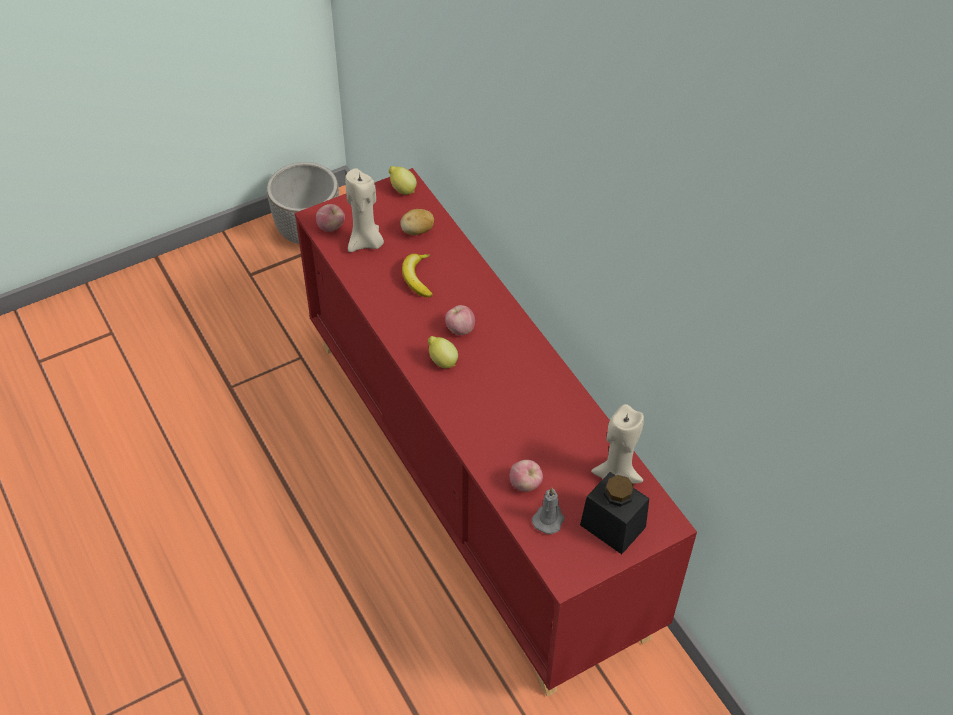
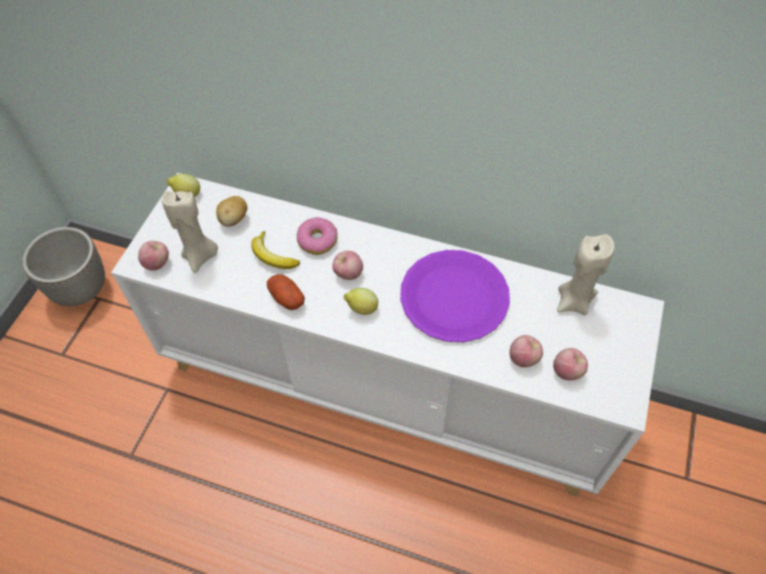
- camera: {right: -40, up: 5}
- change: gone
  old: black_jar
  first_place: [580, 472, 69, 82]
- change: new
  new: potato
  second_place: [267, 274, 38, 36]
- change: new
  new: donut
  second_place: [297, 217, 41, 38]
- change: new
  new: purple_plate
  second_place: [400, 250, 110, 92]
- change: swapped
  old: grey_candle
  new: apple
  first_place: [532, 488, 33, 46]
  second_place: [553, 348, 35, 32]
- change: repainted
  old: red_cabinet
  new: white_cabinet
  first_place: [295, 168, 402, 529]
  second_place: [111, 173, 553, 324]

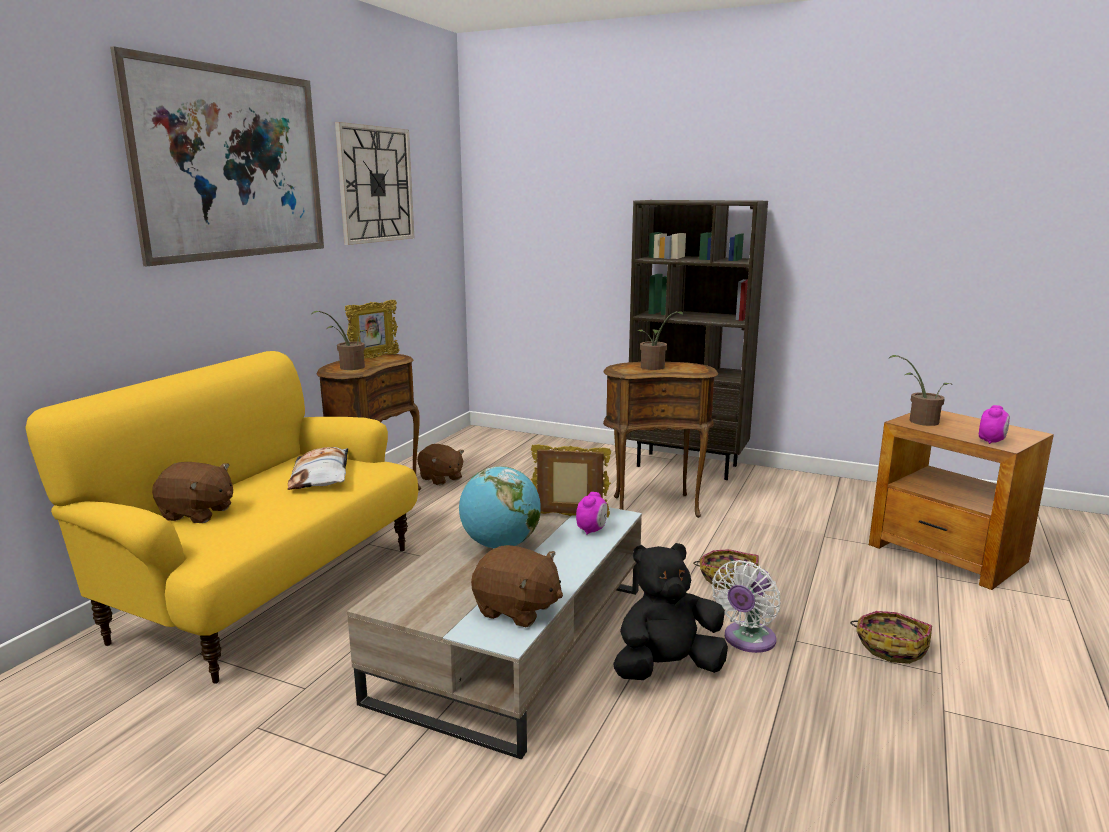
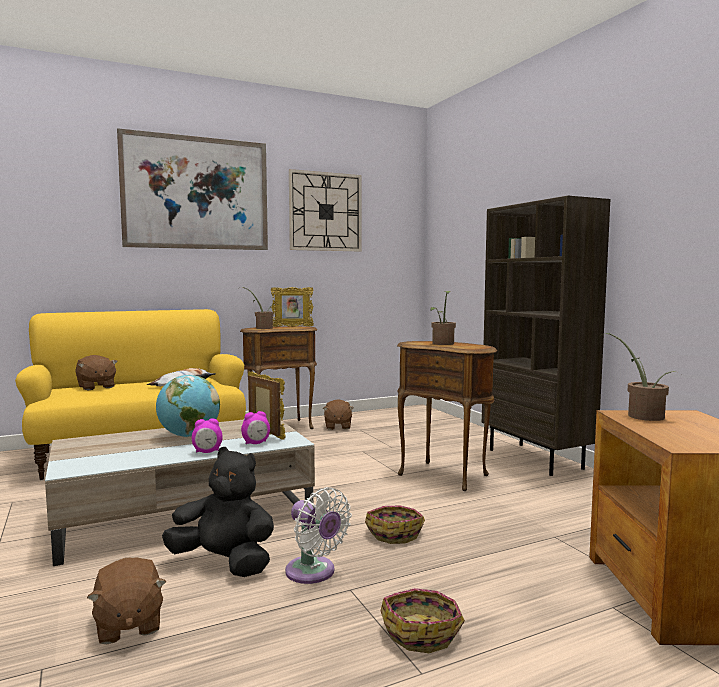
- camera: {right: 40, up: -10}
- change: shifted
  old: brown_plush_toy
  first_place: [471, 545, 92, 82]
  second_place: [87, 557, 79, 87]
- change: shifted
  old: alarm_clock
  first_place: [979, 405, 31, 39]
  second_place: [192, 418, 31, 35]
- change: rotated
  old: white_fan
  first_place: [712, 560, 69, 93]
  second_place: [285, 487, 67, 97]
  degrees: -120

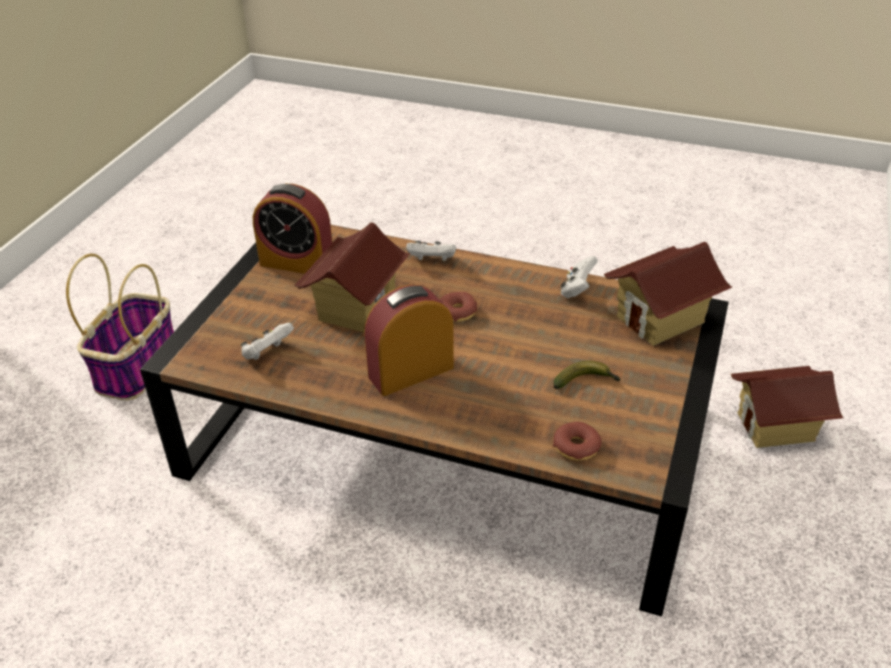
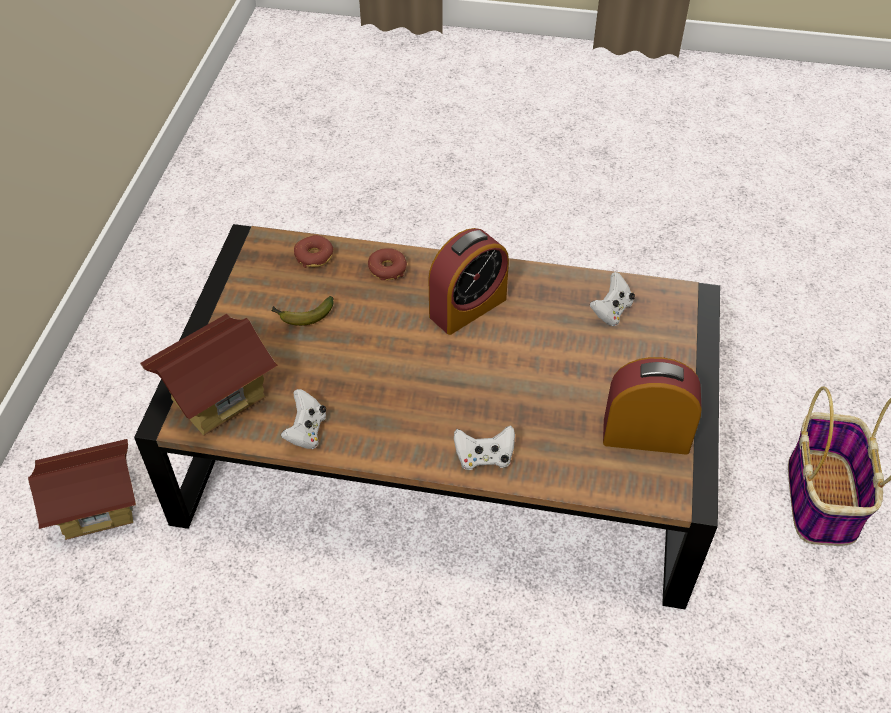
- camera: {right: 170, up: 10}
- change: gone
  old: toy_house
  first_place: [294, 222, 116, 110]
- change: shifted
  old: donut
  first_place: [440, 292, 37, 30]
  second_place: [368, 248, 39, 32]

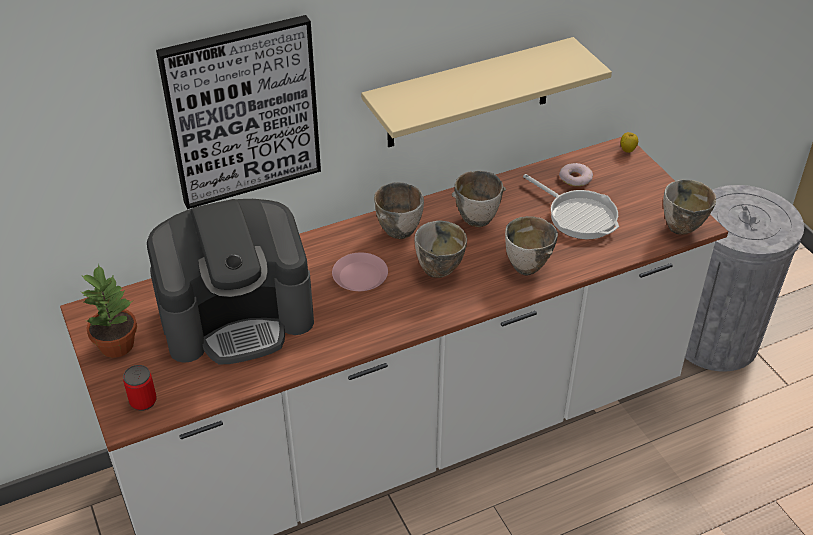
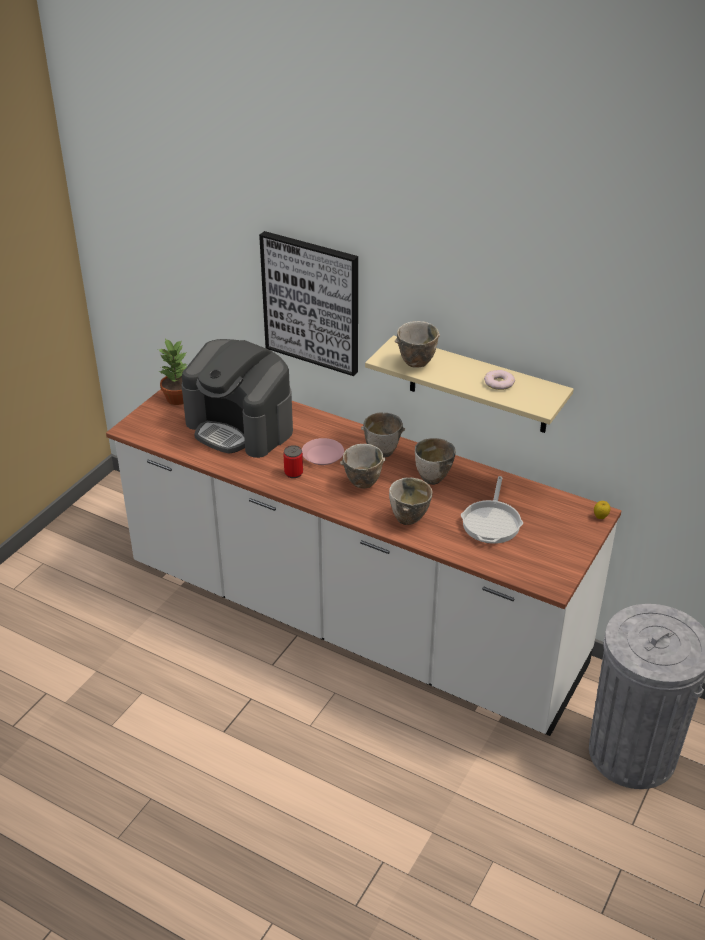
- camera: {right: 55, up: -5}
- change: shifted
  old: can
  first_place: [123, 365, 34, 46]
  second_place: [284, 445, 19, 33]
- change: shifted
  old: donut
  first_place: [559, 163, 34, 23]
  second_place: [484, 370, 31, 20]
- change: shifted
  old: bowl
  first_place: [663, 179, 53, 55]
  second_place: [395, 321, 45, 47]

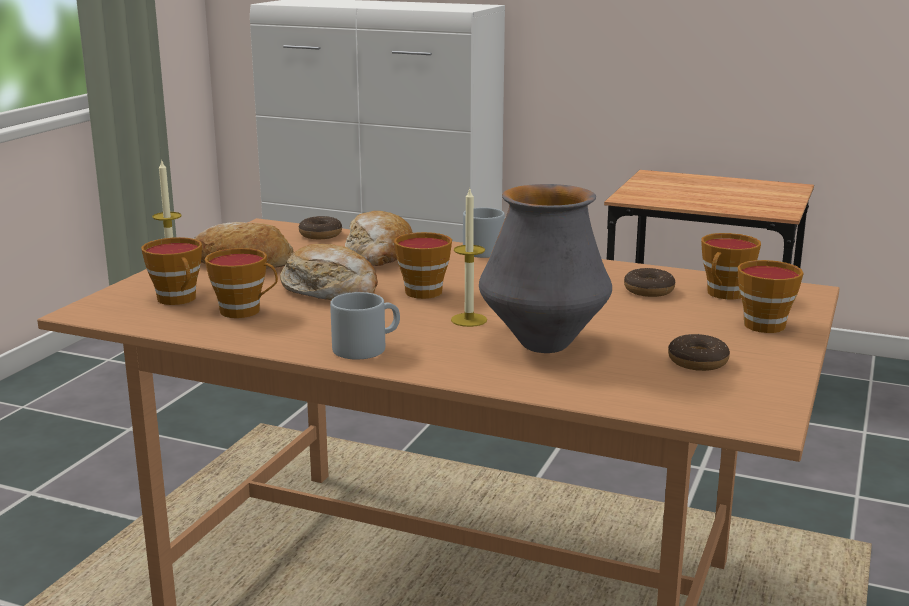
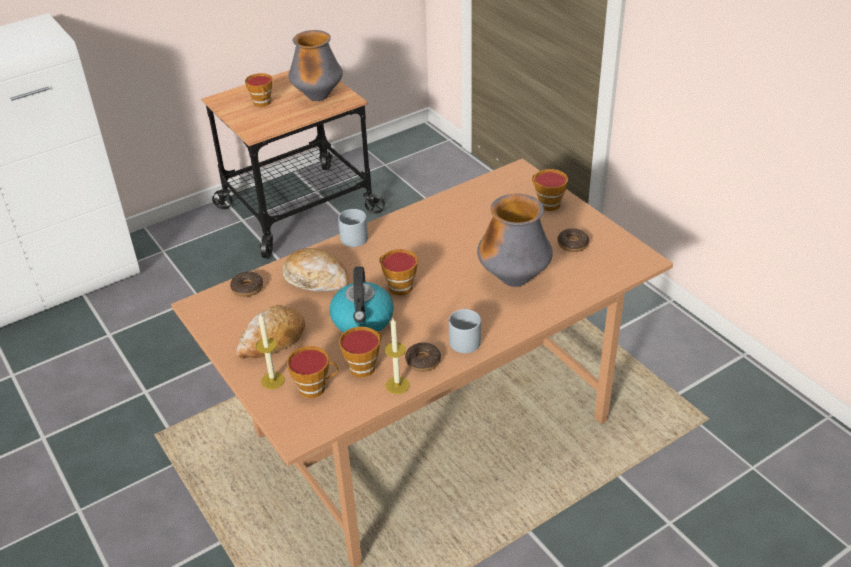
- camera: {right: -55, up: 20}
- change: new
  new: vase
  second_place: [288, 30, 55, 71]
- change: shifted
  old: candle
  first_place: [451, 187, 36, 140]
  second_place: [385, 318, 25, 76]
- change: shifted
  old: donut
  first_place: [624, 268, 51, 29]
  second_place: [405, 342, 36, 30]
- change: shifted
  old: cup
  first_place: [701, 233, 60, 66]
  second_place: [245, 73, 27, 34]
- change: swapped
  old: bread
  new: kettle
  first_place: [280, 244, 98, 56]
  second_place: [329, 266, 65, 66]

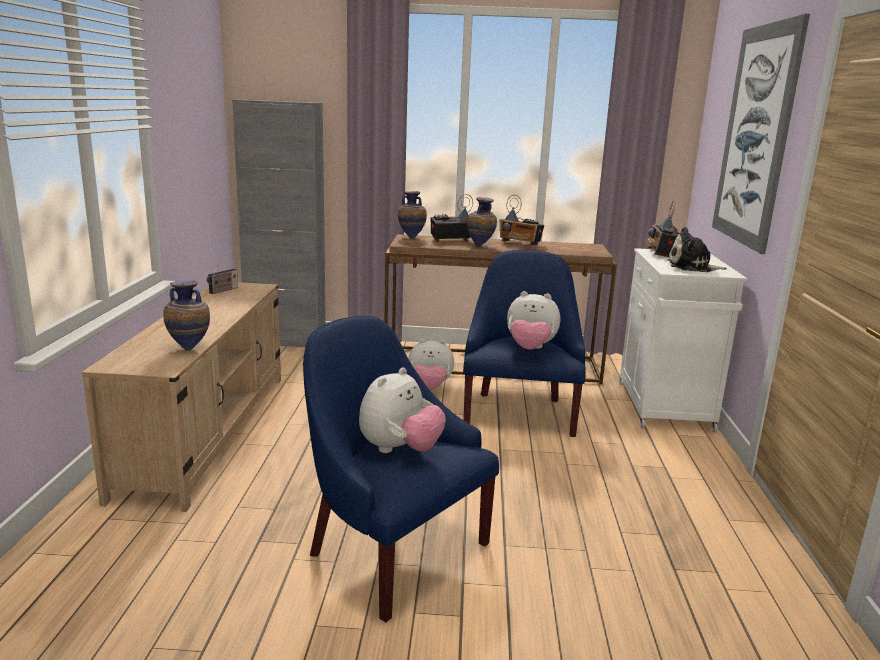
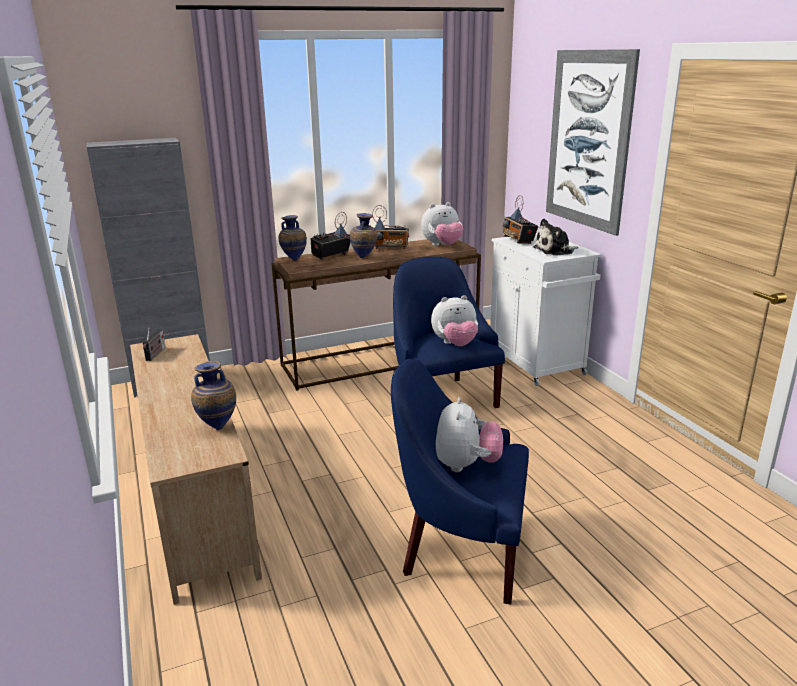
- camera: {right: -25, up: 5}
- change: shifted
  old: plush_toy
  first_place: [409, 339, 45, 51]
  second_place: [421, 202, 42, 44]

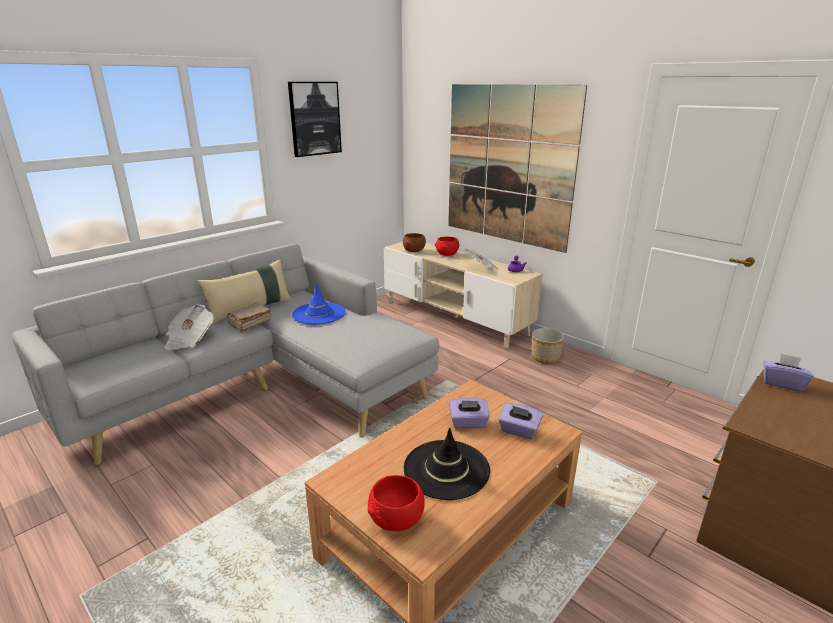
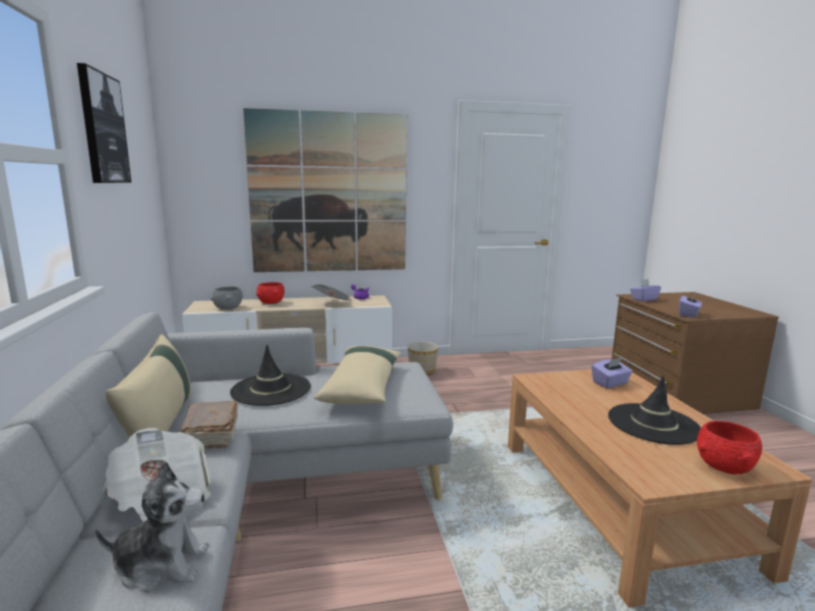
- camera: {right: -55, up: -10}
- change: new
  new: plush_toy
  second_place: [95, 461, 115, 131]
- change: new
  new: beige_pillow
  second_place: [314, 346, 87, 58]
- change: shifted
  old: purple_tissue_box
  first_place: [449, 398, 41, 31]
  second_place: [679, 292, 23, 26]
- change: repainted
  old: blue_hat
  new: black_hat
  first_place: [292, 283, 54, 42]
  second_place: [230, 345, 81, 61]
- change: repainted
  old: brown_bowl
  new: grey_bowl
  first_place: [402, 233, 24, 19]
  second_place: [211, 287, 32, 23]

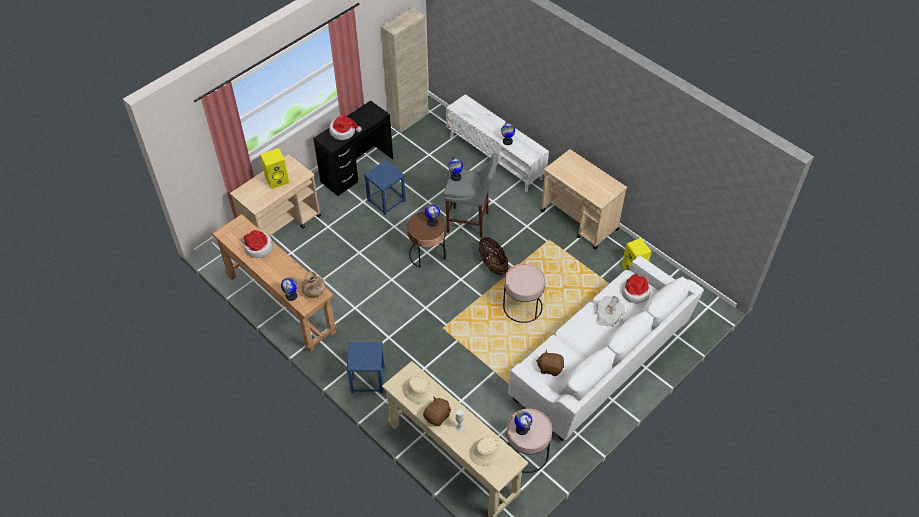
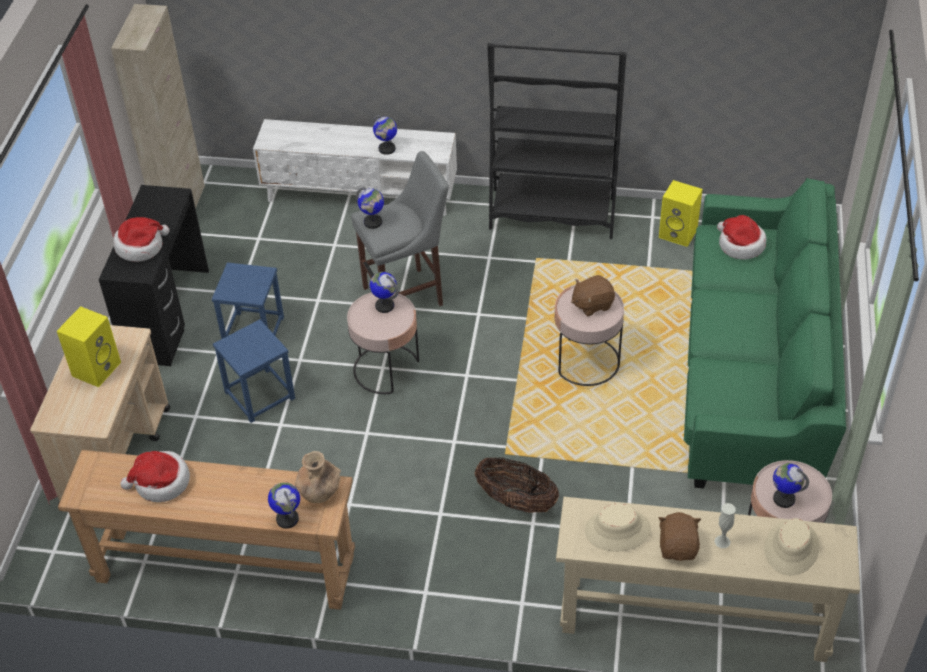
- camera: {right: -35, up: -5}
- change: gone
  old: newspaper
  first_place: [595, 296, 30, 31]
- change: shifted
  old: blue_stool
  first_place: [347, 342, 38, 51]
  second_place: [213, 319, 82, 104]
- change: shifted
  old: basket
  first_place: [479, 237, 29, 39]
  second_place: [475, 457, 84, 56]
- change: shifted
  old: brown_plush_toy
  first_place: [536, 350, 28, 26]
  second_place: [571, 275, 44, 41]
- change: swapped
  old: beige_cart
  new: black_bookcase
  first_place: [540, 149, 87, 101]
  second_place: [487, 43, 140, 196]
- change: repainted
  old: brown_side_table
  new: pink_side_table
  first_place: [407, 211, 40, 56]
  second_place: [347, 292, 72, 102]
- change: repainted
  old: white_sofa
  new: green_sofa
  first_place: [508, 255, 196, 186]
  second_place: [684, 178, 162, 310]

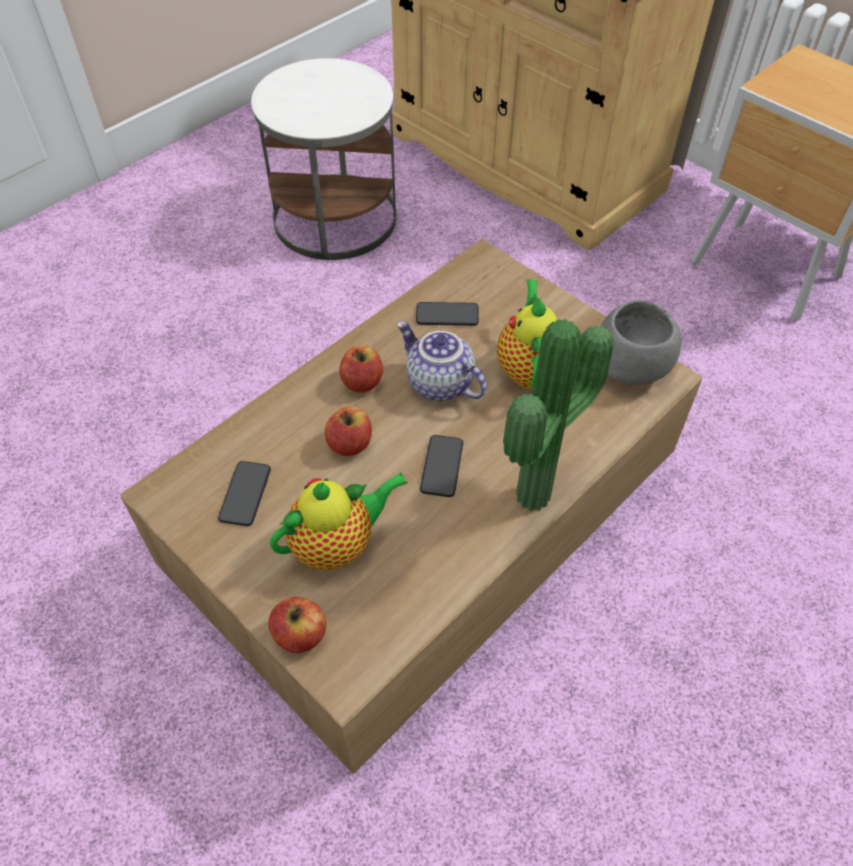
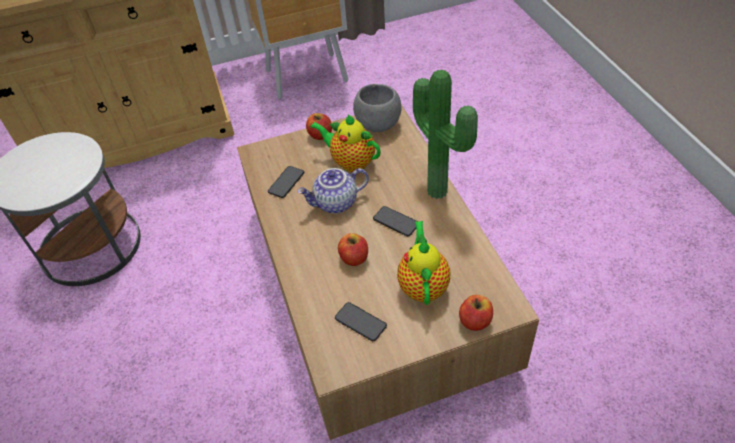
- camera: {right: -60, up: -5}
- change: shifted
  old: apple
  first_place: [340, 345, 43, 48]
  second_place: [306, 113, 26, 27]

